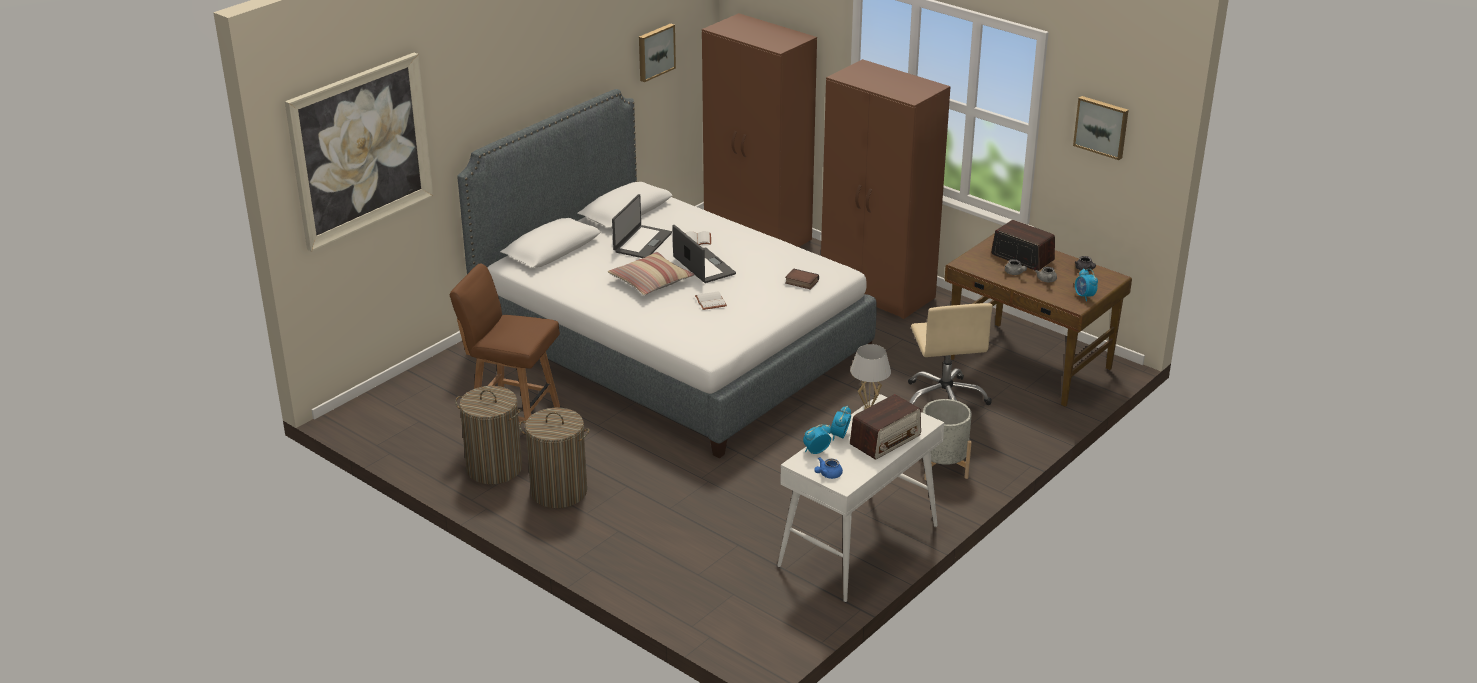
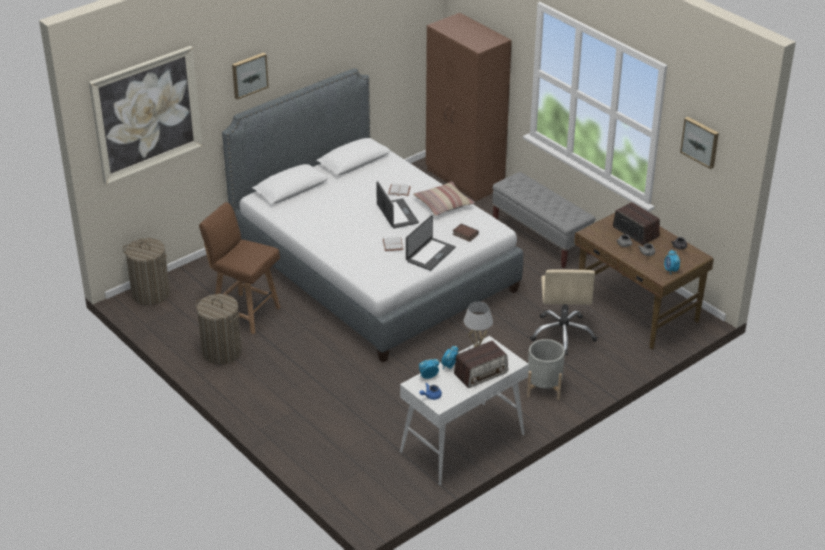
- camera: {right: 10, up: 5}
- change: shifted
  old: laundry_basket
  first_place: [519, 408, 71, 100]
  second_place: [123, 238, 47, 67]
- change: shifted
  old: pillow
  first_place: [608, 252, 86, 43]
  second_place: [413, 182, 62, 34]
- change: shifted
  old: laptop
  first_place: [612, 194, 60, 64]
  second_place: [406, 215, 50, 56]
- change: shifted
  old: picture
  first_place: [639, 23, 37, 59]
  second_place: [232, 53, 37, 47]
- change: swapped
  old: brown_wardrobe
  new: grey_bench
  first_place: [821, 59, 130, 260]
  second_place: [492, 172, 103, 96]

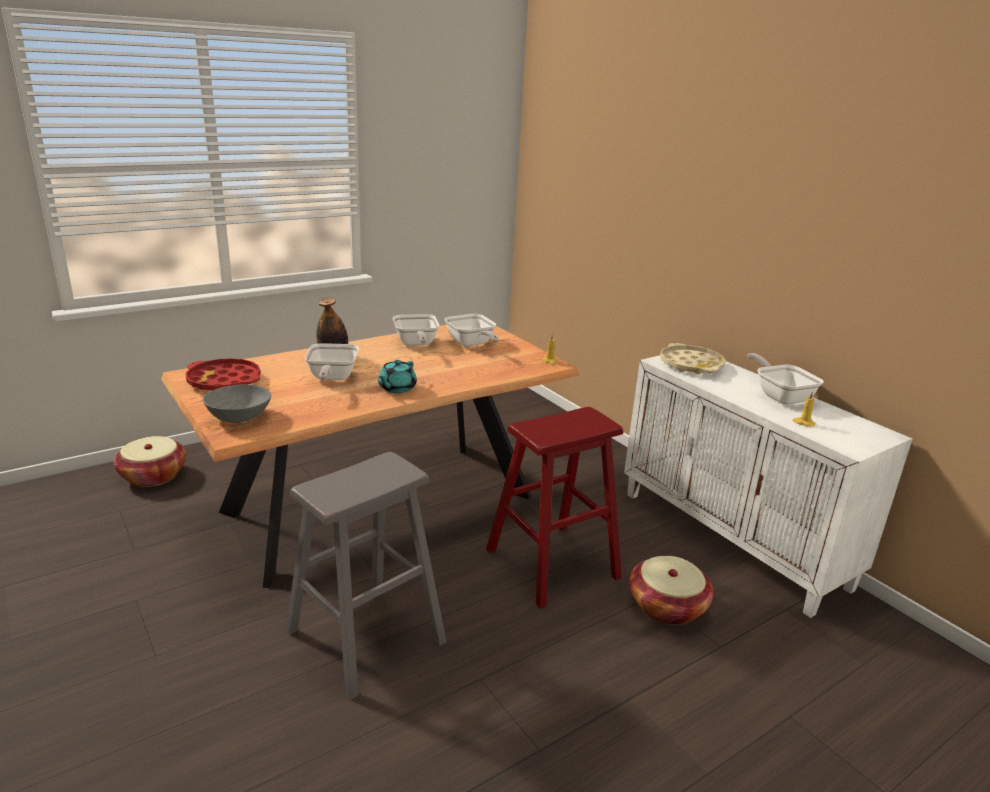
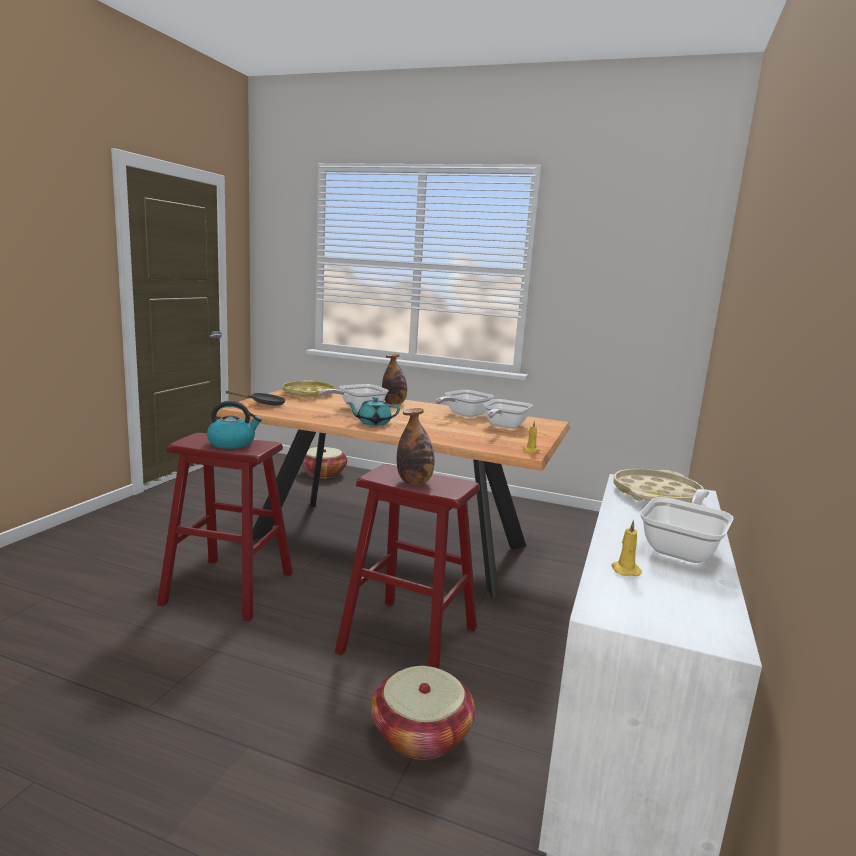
- camera: {right: 55, up: -10}
- change: new
  new: kettle
  second_place: [207, 401, 55, 48]
- change: new
  new: bottle
  second_place: [397, 408, 38, 76]
- change: swapped
  old: grey_bowl
  new: black_frying_pan
  first_place: [203, 384, 68, 39]
  second_place: [225, 391, 61, 14]
- change: repainted
  old: red_tray
  new: yellow_tray
  first_place: [185, 358, 76, 32]
  second_place: [283, 380, 52, 17]
- change: repainted
  old: grey_stool
  new: red_stool
  first_place: [286, 452, 160, 248]
  second_place: [157, 433, 136, 189]

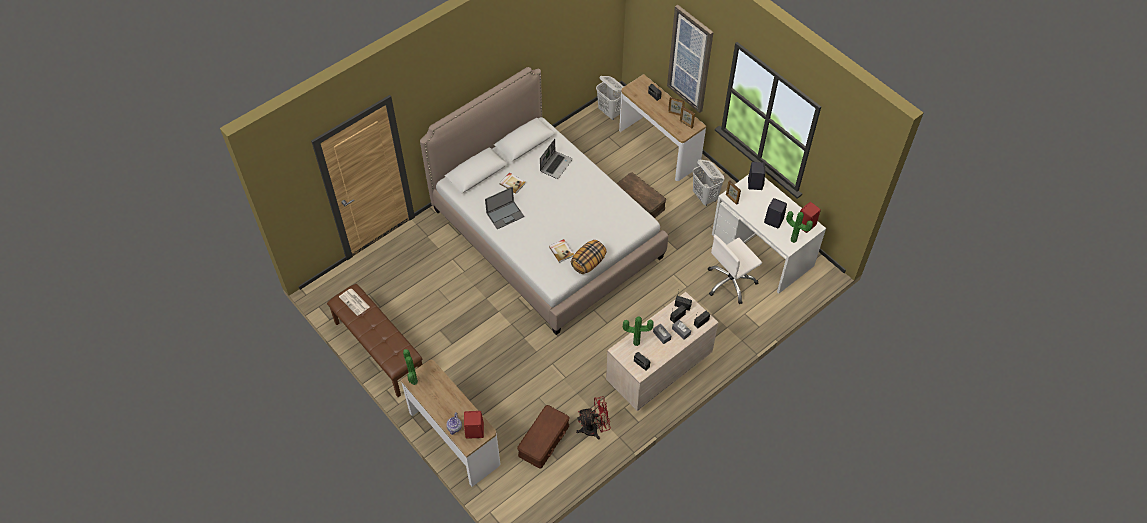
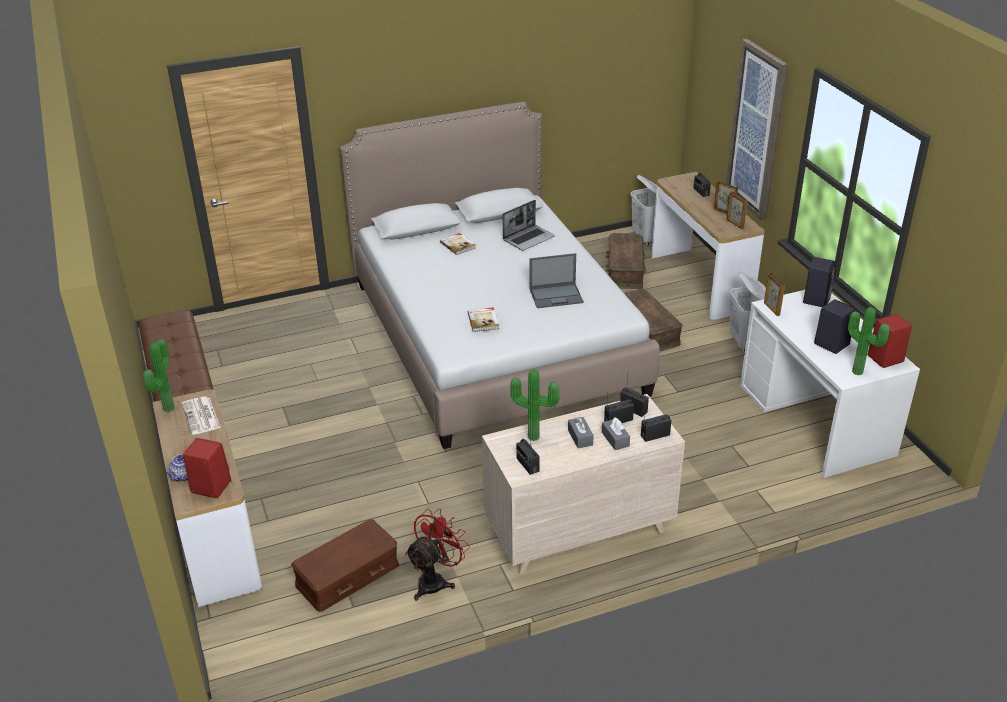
- camera: {right: 20, up: -20}
- change: gone
  old: pillow
  first_place: [571, 240, 36, 34]
- change: gone
  old: white_office_chair
  first_place: [708, 235, 54, 69]
- change: new
  new: brown_storage_box
  second_place: [606, 233, 40, 56]
- change: shifted
  old: newspaper
  first_place: [339, 289, 31, 27]
  second_place: [182, 396, 39, 39]
- change: shifted
  old: laptop
  first_place: [485, 187, 39, 42]
  second_place: [530, 253, 54, 55]
- change: rotated
  old: red_fan
  first_place: [576, 397, 35, 42]
  second_place: [405, 509, 65, 92]
  degrees: -60

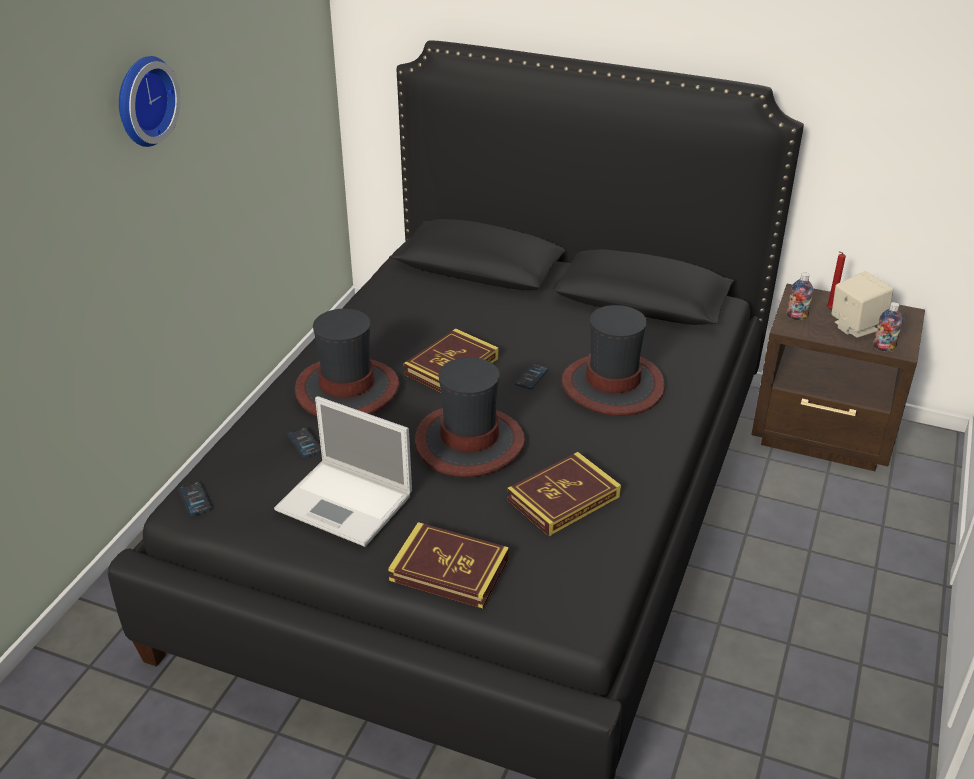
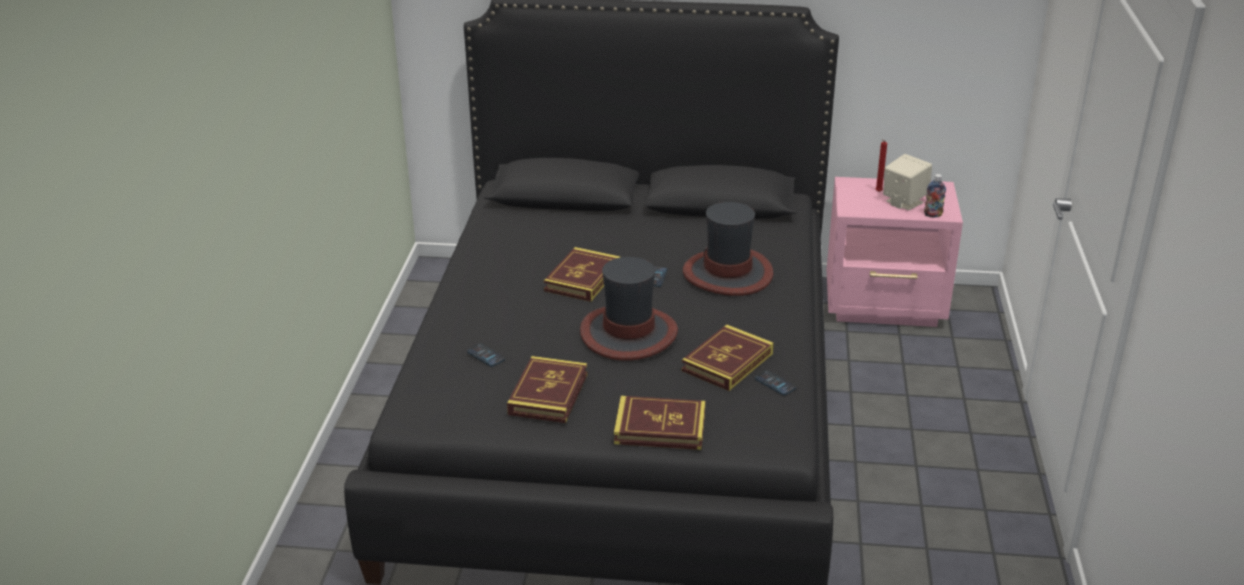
- camera: {right: -15, up: -5}
- change: gone
  old: wall_clock
  first_place: [119, 56, 62, 91]
- change: gone
  old: hat
  first_place: [295, 309, 105, 108]
- change: gone
  old: bottle
  first_place: [787, 272, 26, 48]
- change: shifted
  old: phone
  first_place: [178, 481, 34, 35]
  second_place: [755, 370, 41, 25]
- change: swapped
  old: laptop
  new: book
  first_place: [274, 396, 138, 151]
  second_place: [507, 356, 80, 67]
- change: repainted
  old: brown_nightstand
  new: pink_nightstand
  first_place: [751, 284, 174, 187]
  second_place: [827, 177, 136, 150]

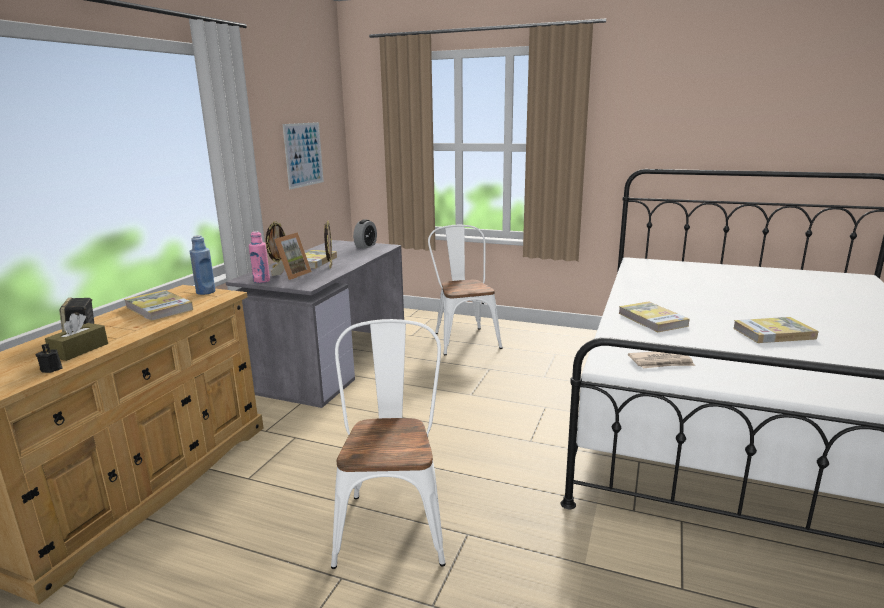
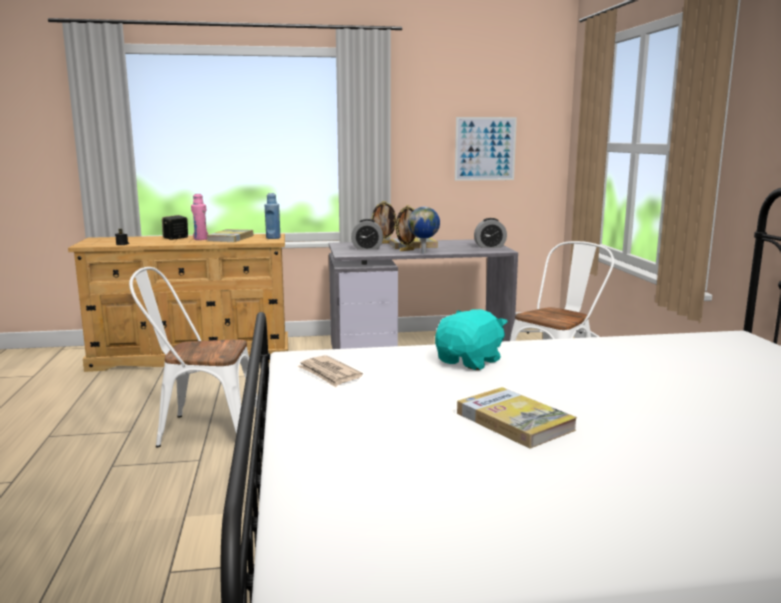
- camera: {right: 60, up: -5}
- change: gone
  old: brown_tissue_box
  first_place: [45, 313, 63, 48]
- change: new
  new: globe
  second_place: [408, 207, 32, 47]
- change: shifted
  old: pink_bottle
  first_place: [249, 231, 21, 52]
  second_place: [191, 194, 17, 46]
- change: swapped
  old: picture_frame
  new: alarm_clock
  first_place: [271, 233, 41, 47]
  second_place: [351, 219, 32, 30]
- change: swapped
  old: book
  new: turquoise_plush_toy
  first_place: [618, 301, 71, 31]
  second_place: [435, 309, 72, 61]
- change: rotated
  old: white_chair
  first_place: [331, 319, 115, 250]
  second_place: [129, 267, 129, 180]
  degrees: -150

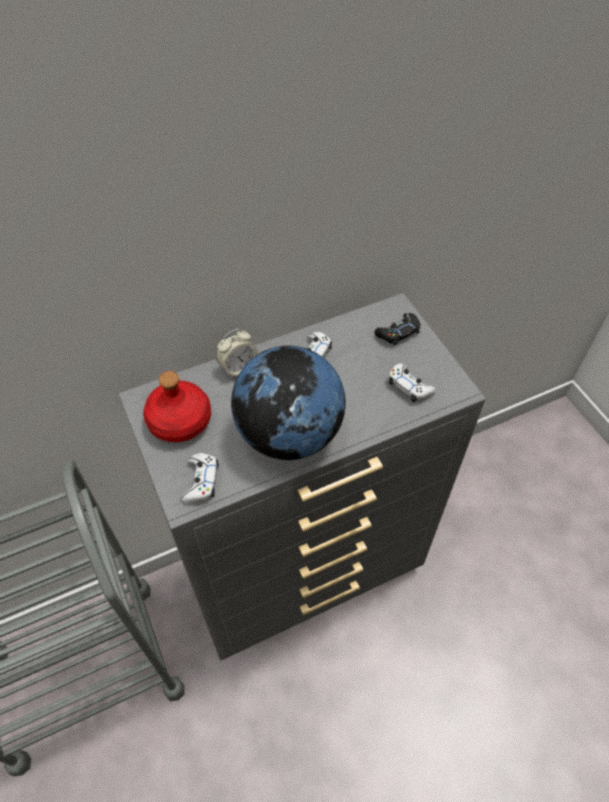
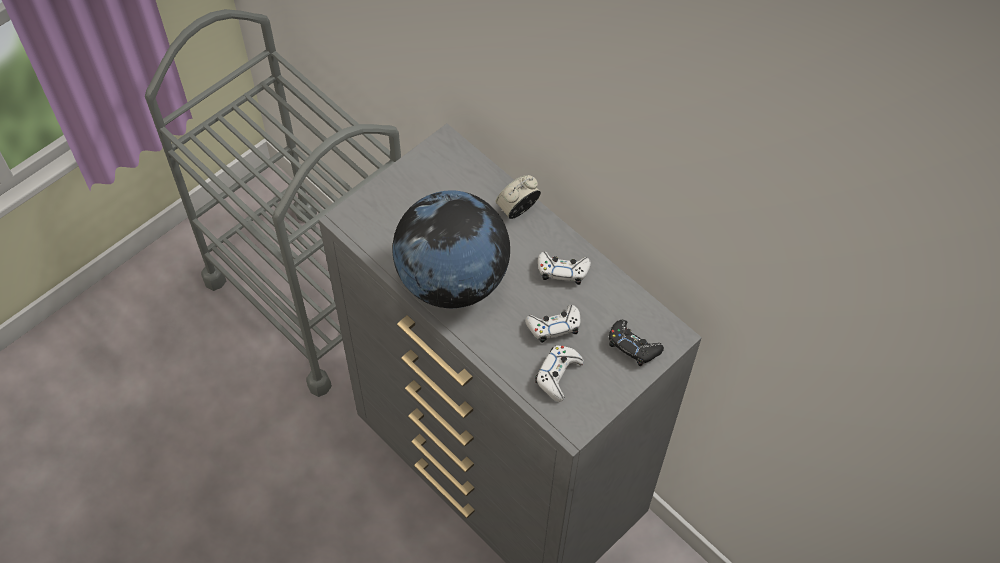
- camera: {right: 70, up: 5}
- change: gone
  old: red_bottle
  first_place: [143, 371, 68, 71]
- change: shifted
  old: white_game_controller
  first_place: [182, 453, 37, 50]
  second_place: [525, 305, 55, 38]
- change: rotated
  old: alarm_clock
  first_place: [216, 329, 42, 49]
  second_place: [496, 175, 45, 44]
  degrees: 105

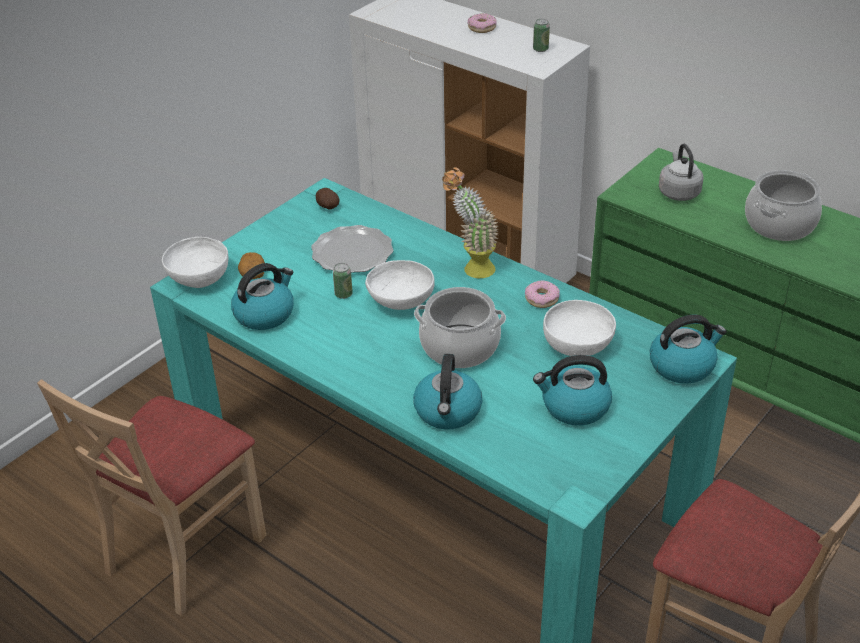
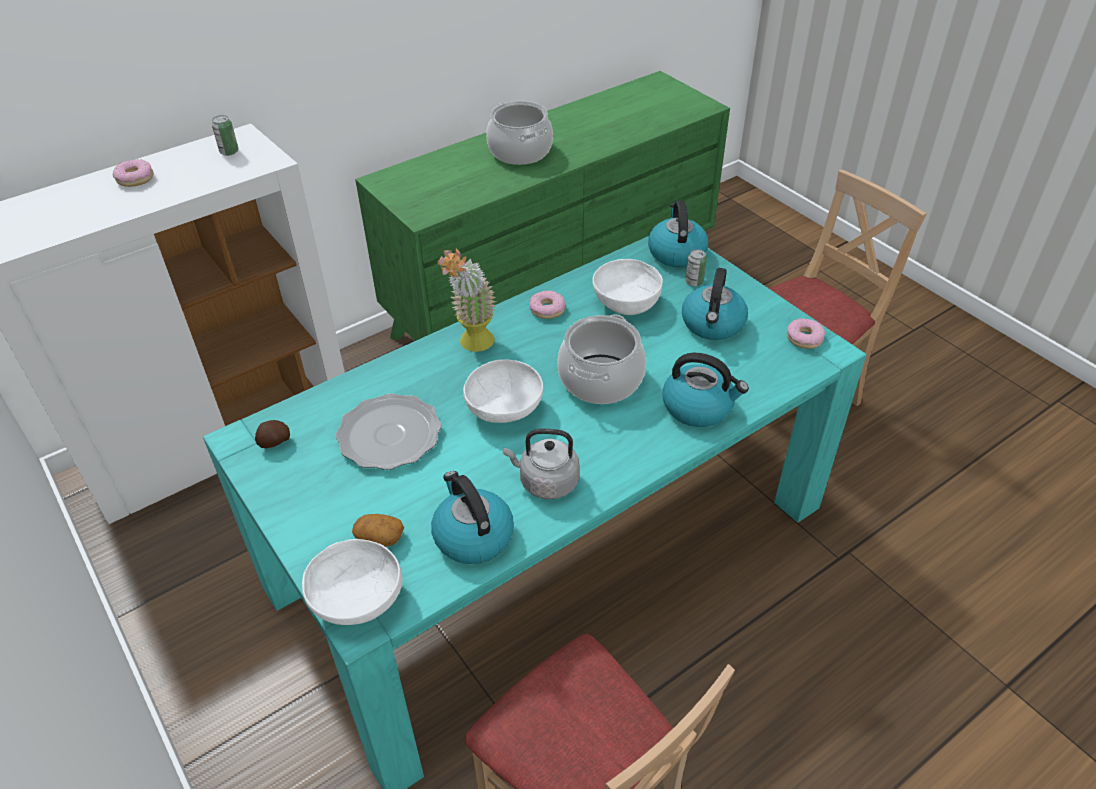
- camera: {right: -75, up: 5}
- change: new
  new: donut
  second_place: [787, 318, 38, 31]
- change: shifted
  old: can
  first_place: [333, 263, 20, 36]
  second_place: [685, 249, 22, 37]
- change: shifted
  old: grey_kettle
  first_place: [659, 144, 45, 57]
  second_place: [503, 429, 77, 70]

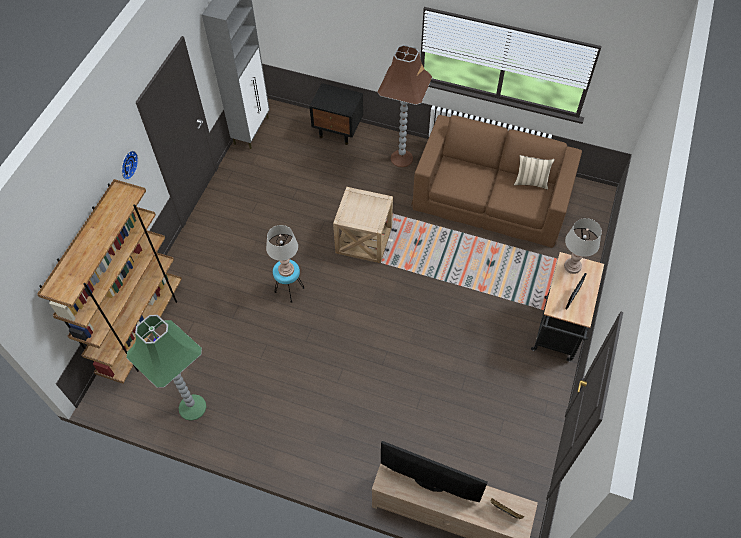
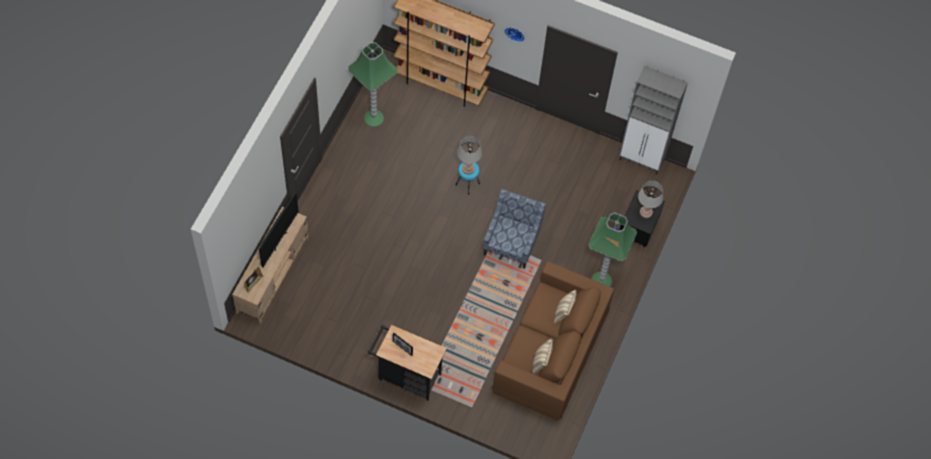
- camera: {right: 90, up: 5}
- change: new
  new: beige_pillow
  second_place: [554, 290, 22, 34]
- change: shifted
  old: grey_table_lamp
  first_place: [564, 218, 38, 56]
  second_place: [638, 181, 25, 37]
- change: swapped
  old: beige_side_table
  new: blue_armchair
  first_place: [333, 187, 60, 76]
  second_place: [483, 189, 63, 80]
- change: repainted
  old: brown_floor_lamp
  new: green_floor_lamp
  first_place: [377, 45, 55, 122]
  second_place: [588, 213, 49, 74]

